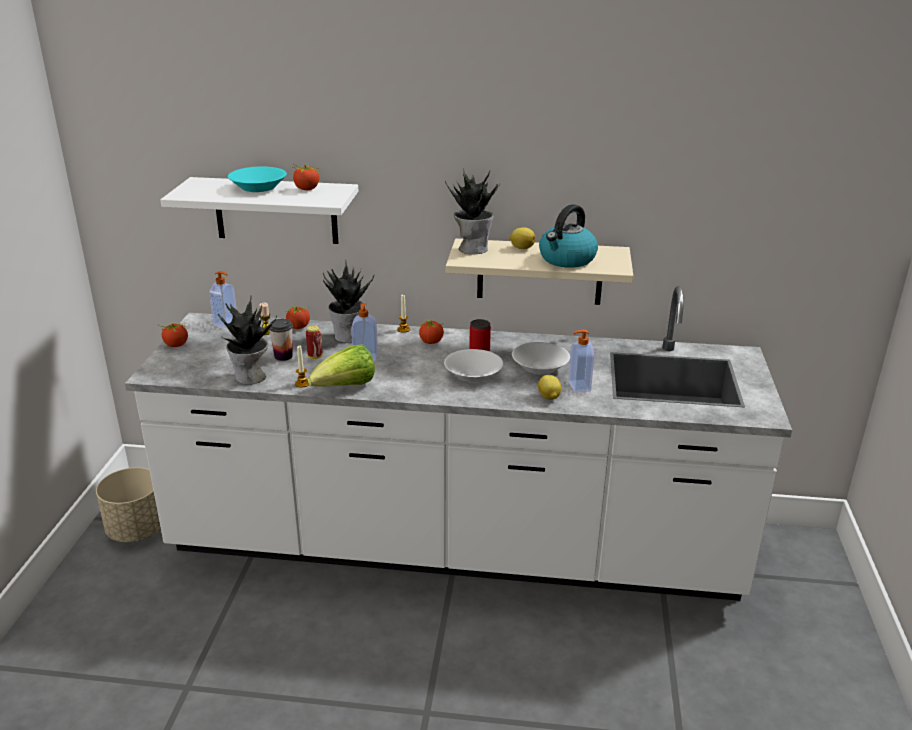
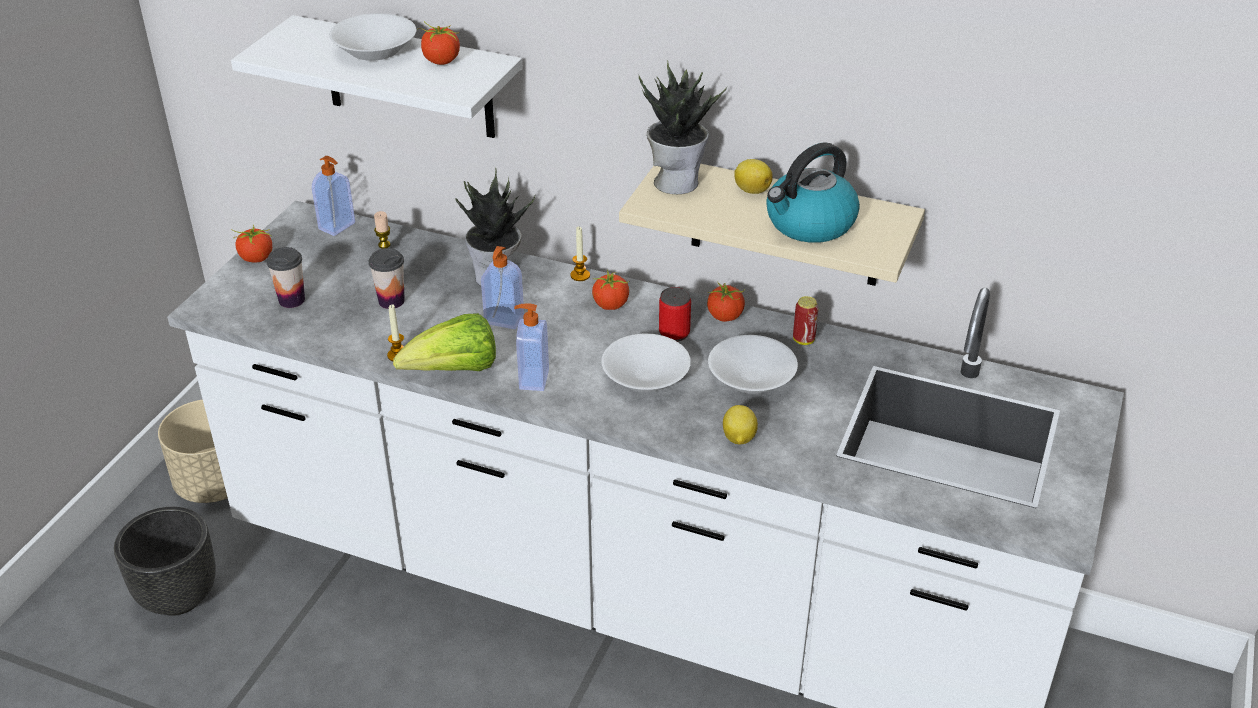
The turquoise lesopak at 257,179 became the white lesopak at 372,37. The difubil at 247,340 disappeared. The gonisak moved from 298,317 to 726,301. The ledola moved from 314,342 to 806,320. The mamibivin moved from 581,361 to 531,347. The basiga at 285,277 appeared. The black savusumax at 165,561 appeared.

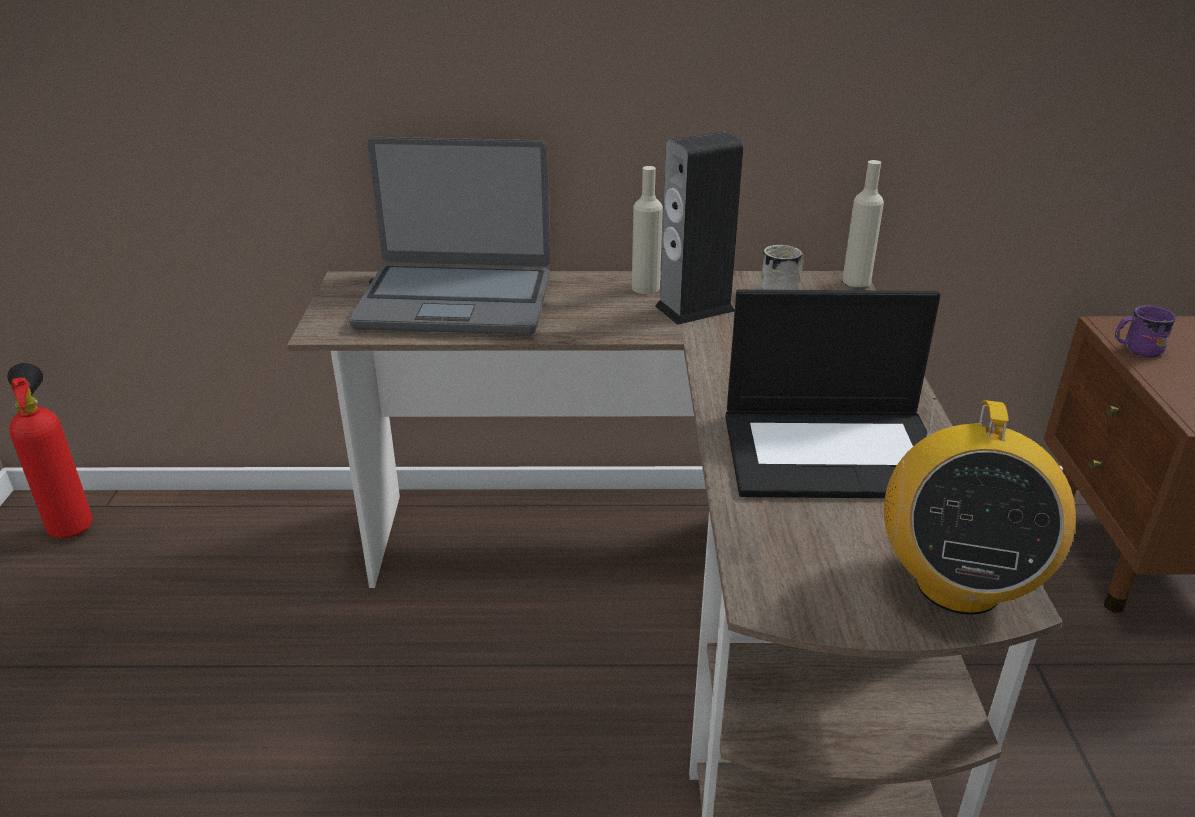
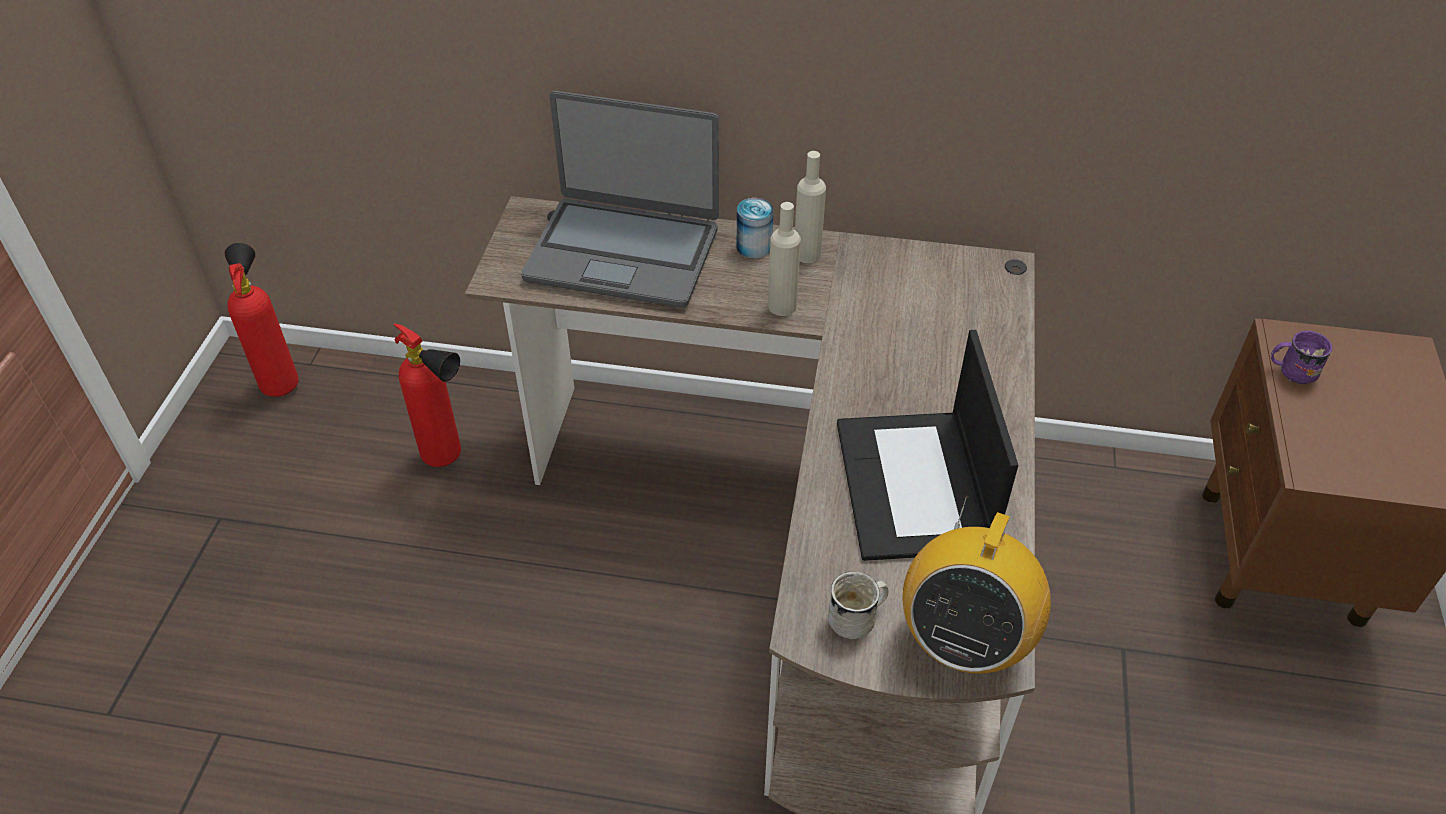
The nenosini at 699,228 disappeared. The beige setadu moved from 863,223 to 784,259. The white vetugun moved from 782,267 to 858,606. The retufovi at 832,394 turned 75 degrees clockwise. The ledola at 755,228 appeared. The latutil at 427,395 appeared.

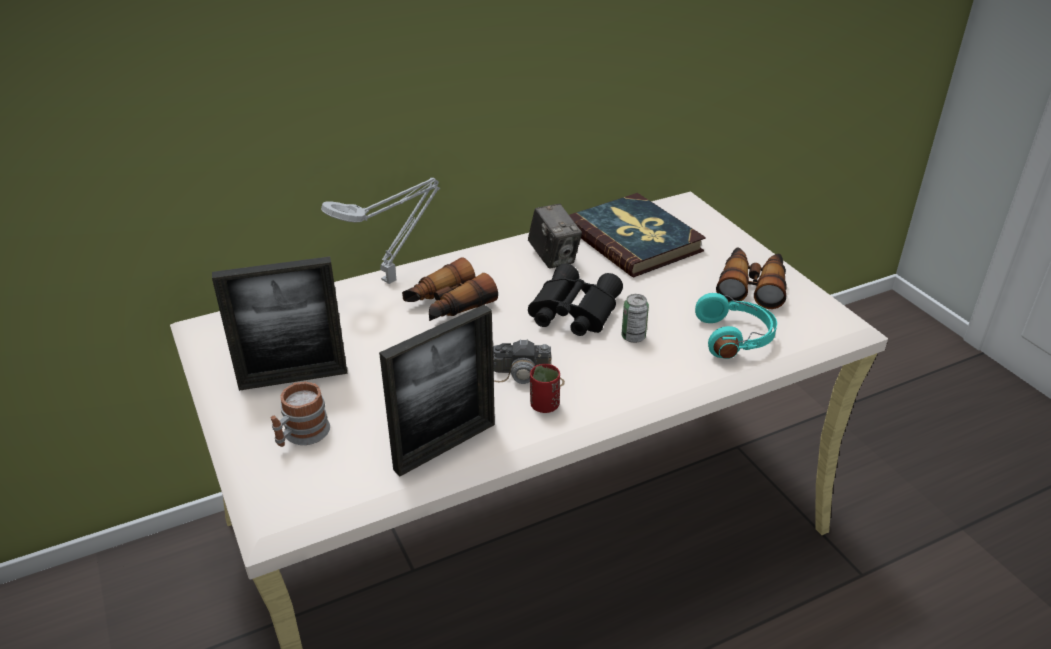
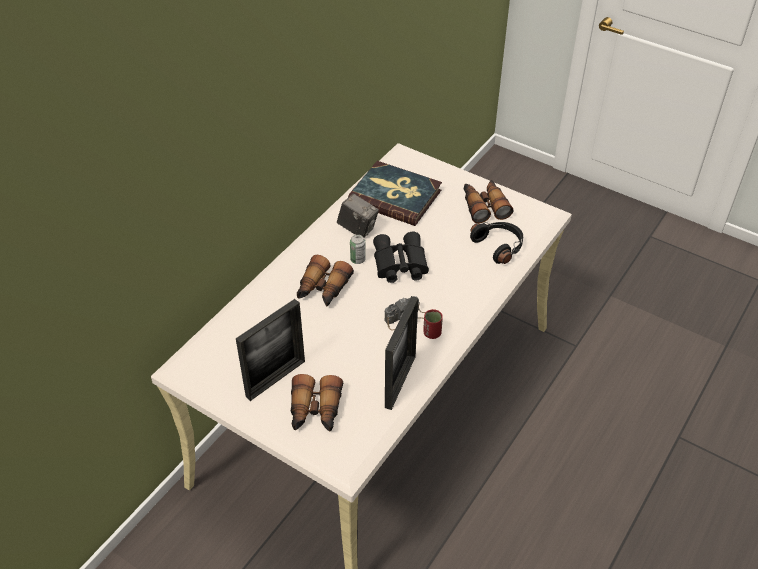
The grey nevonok at 380,231 disappeared. The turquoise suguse at 736,326 became the black suguse at 496,243. The ledola moved from 635,318 to 358,249. The vetugun at 300,414 was replaced by the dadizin at 317,403.

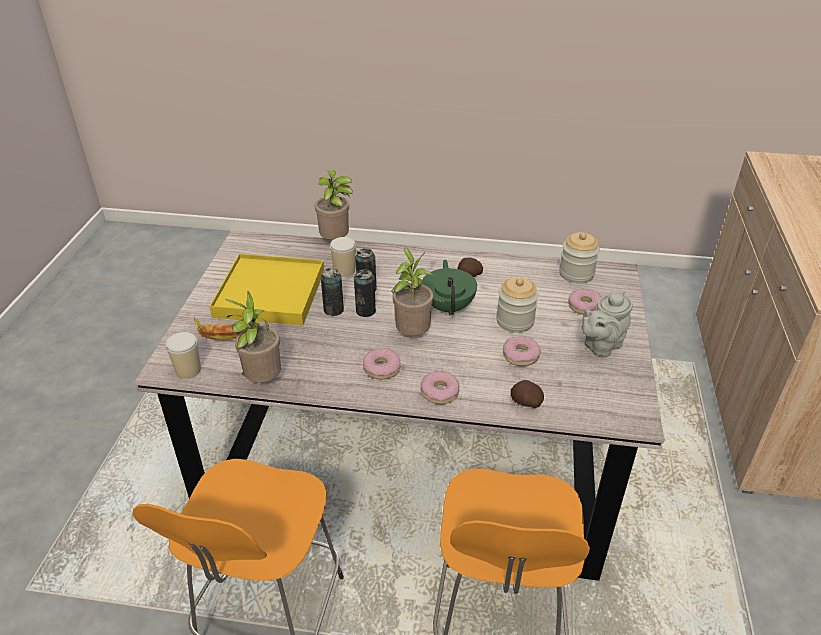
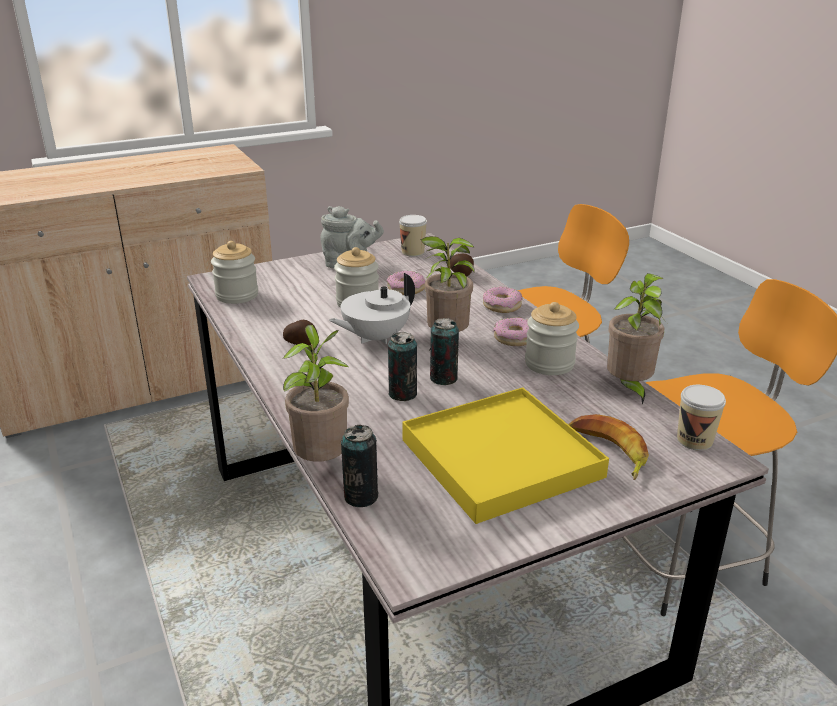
The basiga moved from 343,257 to 413,236. The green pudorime at 449,288 became the white pudorime at 372,308. The ledola moved from 332,292 to 360,466. The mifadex at 585,302 disappeared. The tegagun at 552,338 appeared.

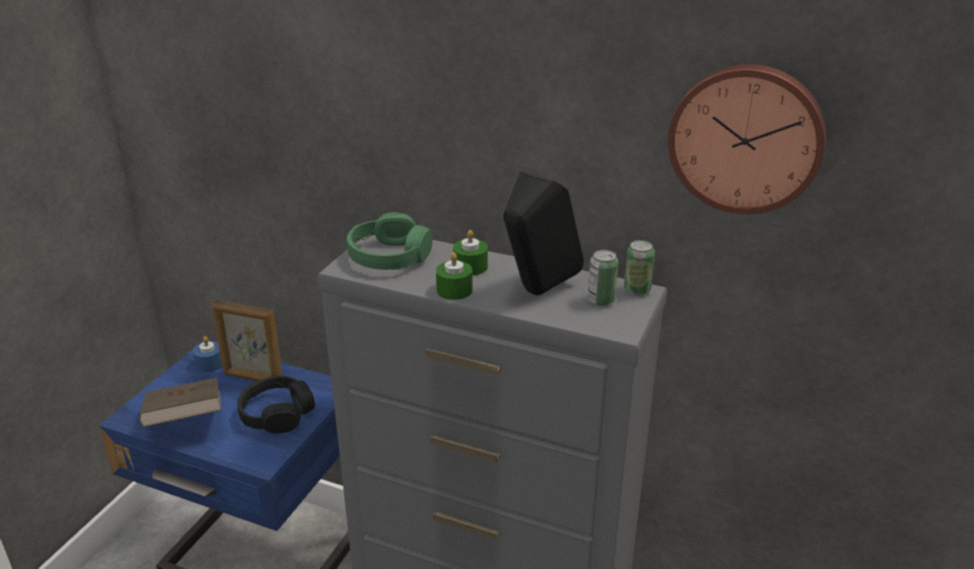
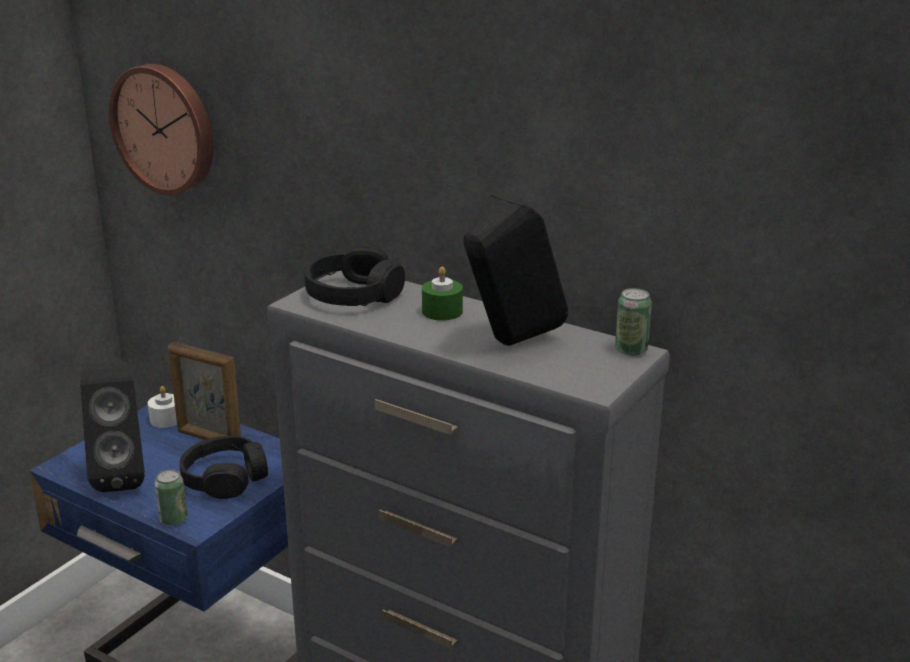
The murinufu moved from 747,139 to 161,130. The green suguse at 390,241 became the black suguse at 354,275. The ledola moved from 603,278 to 171,497. The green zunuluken at 454,276 disappeared. The blue zunuluken at 207,354 became the white zunuluken at 162,407. The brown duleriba at 180,402 was replaced by the black nenosini at 112,426.

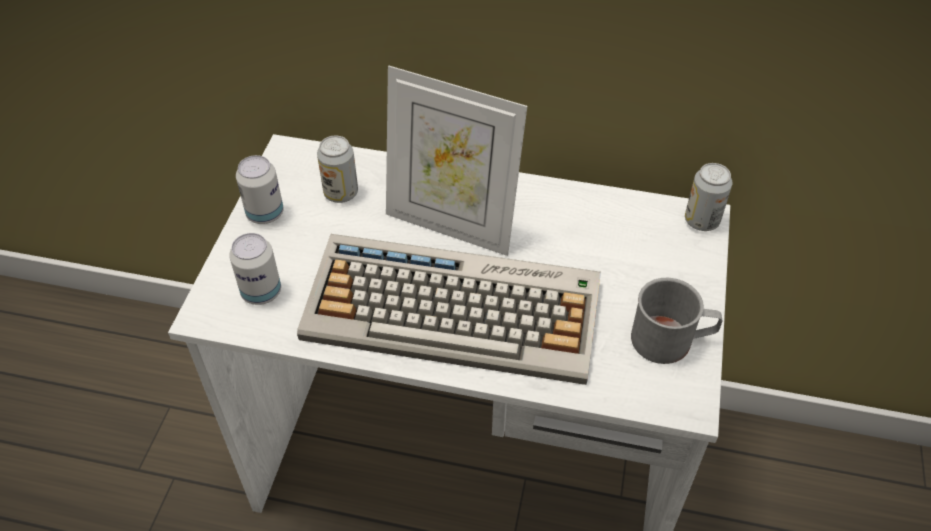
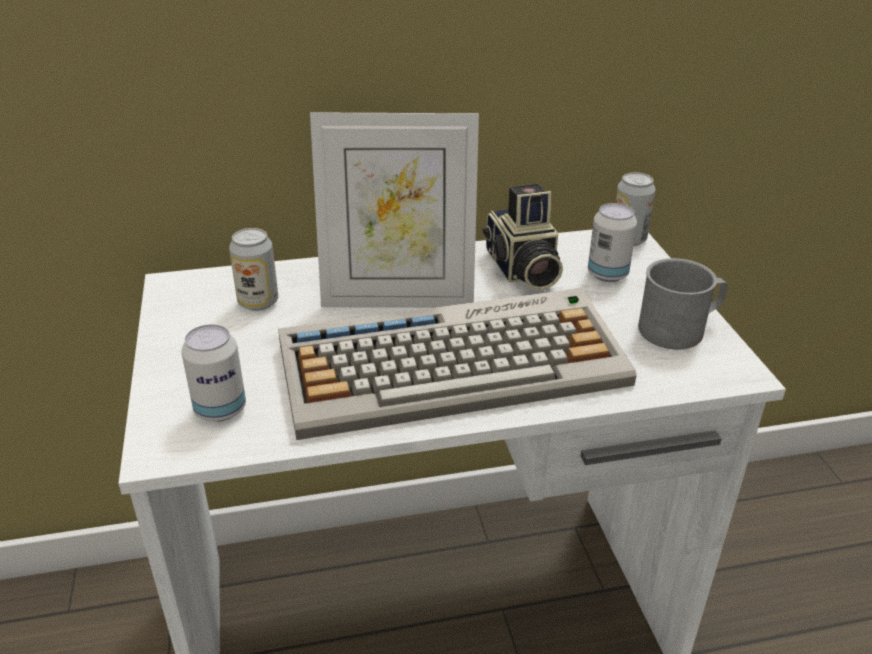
The ledola moved from 260,189 to 612,242. The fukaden at 523,237 appeared.

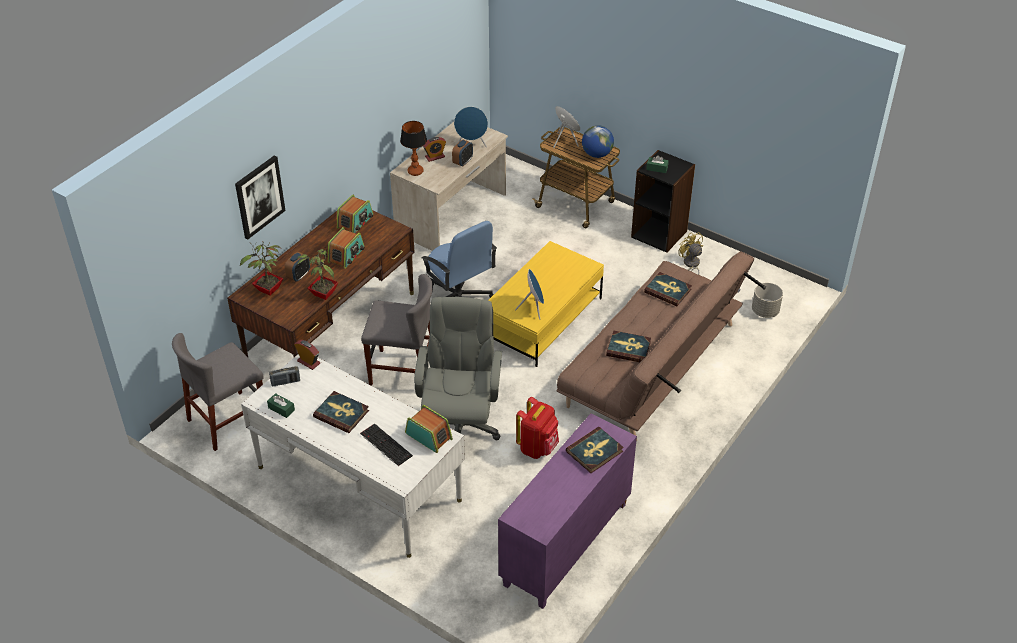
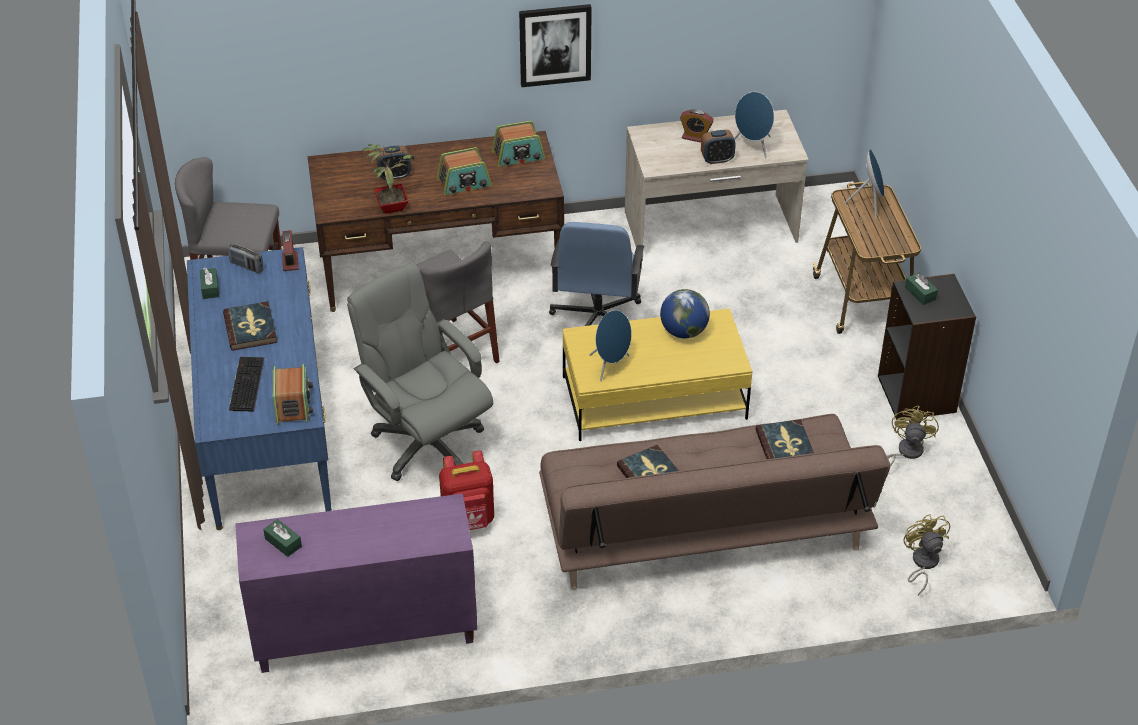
The nevonok at 413,148 disappeared. The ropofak moved from 598,141 to 685,313. The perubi moved from 260,197 to 555,45. The difubil at 261,268 disappeared. The grey savusumax at 767,300 was replaced by the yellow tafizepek at 927,554. The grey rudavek at 458,368 turned 90 degrees counterclockwise. The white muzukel at 353,456 became the blue muzukel at 259,388. The duleriba at 595,450 disappeared. The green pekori at 282,538 appeared.

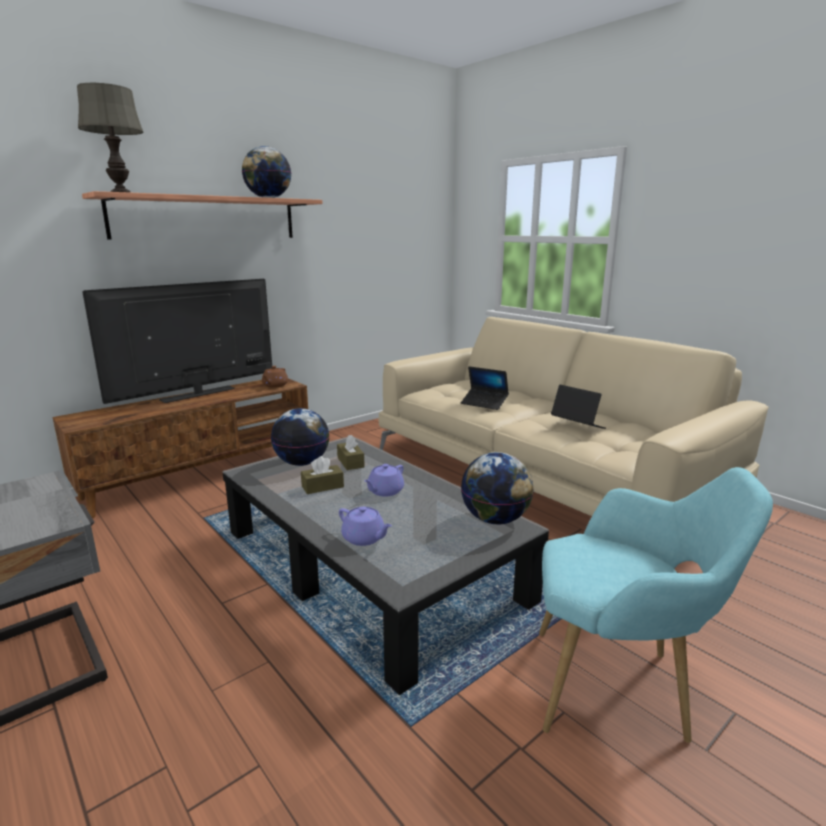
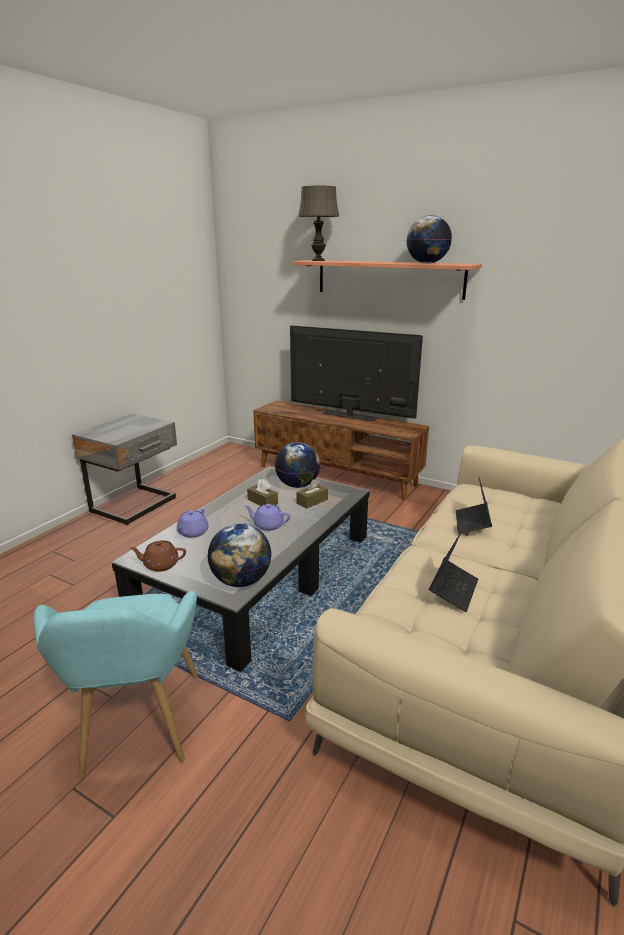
The brown pudorime moved from 275,377 to 157,556.

